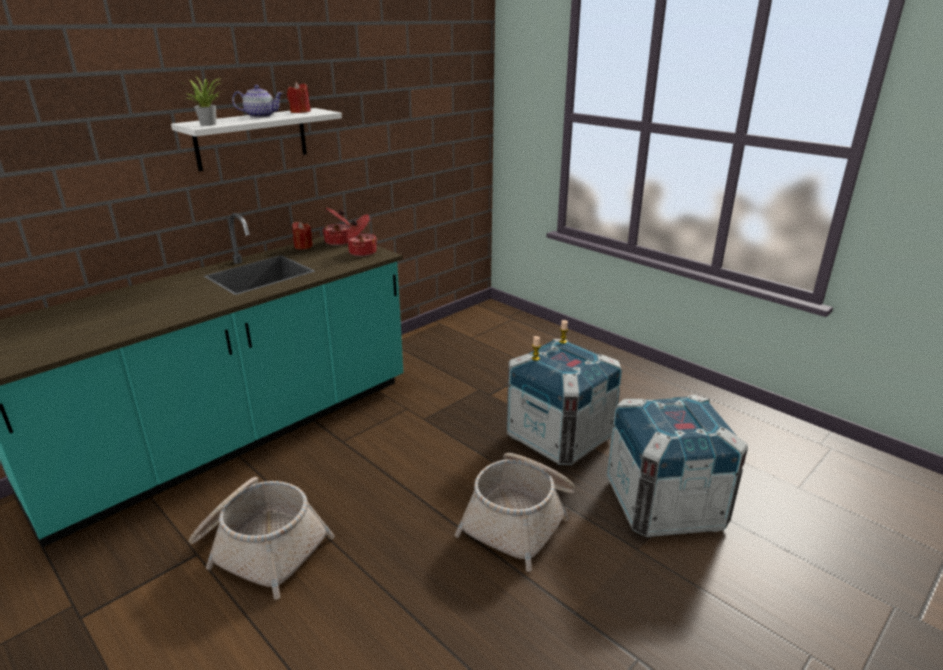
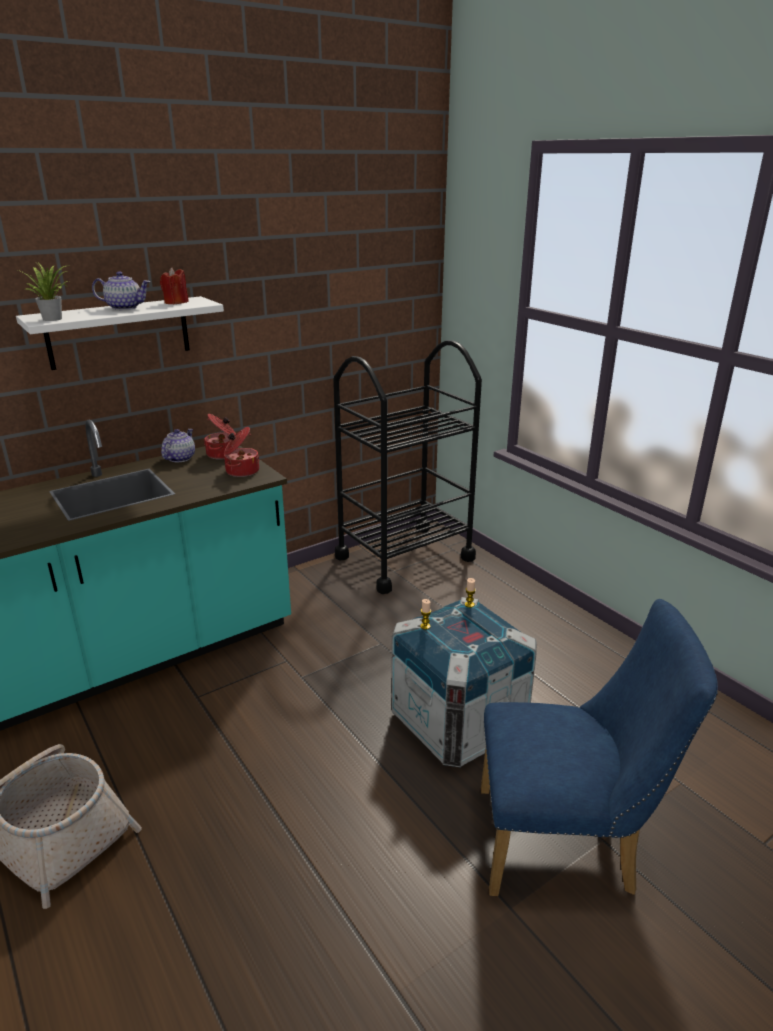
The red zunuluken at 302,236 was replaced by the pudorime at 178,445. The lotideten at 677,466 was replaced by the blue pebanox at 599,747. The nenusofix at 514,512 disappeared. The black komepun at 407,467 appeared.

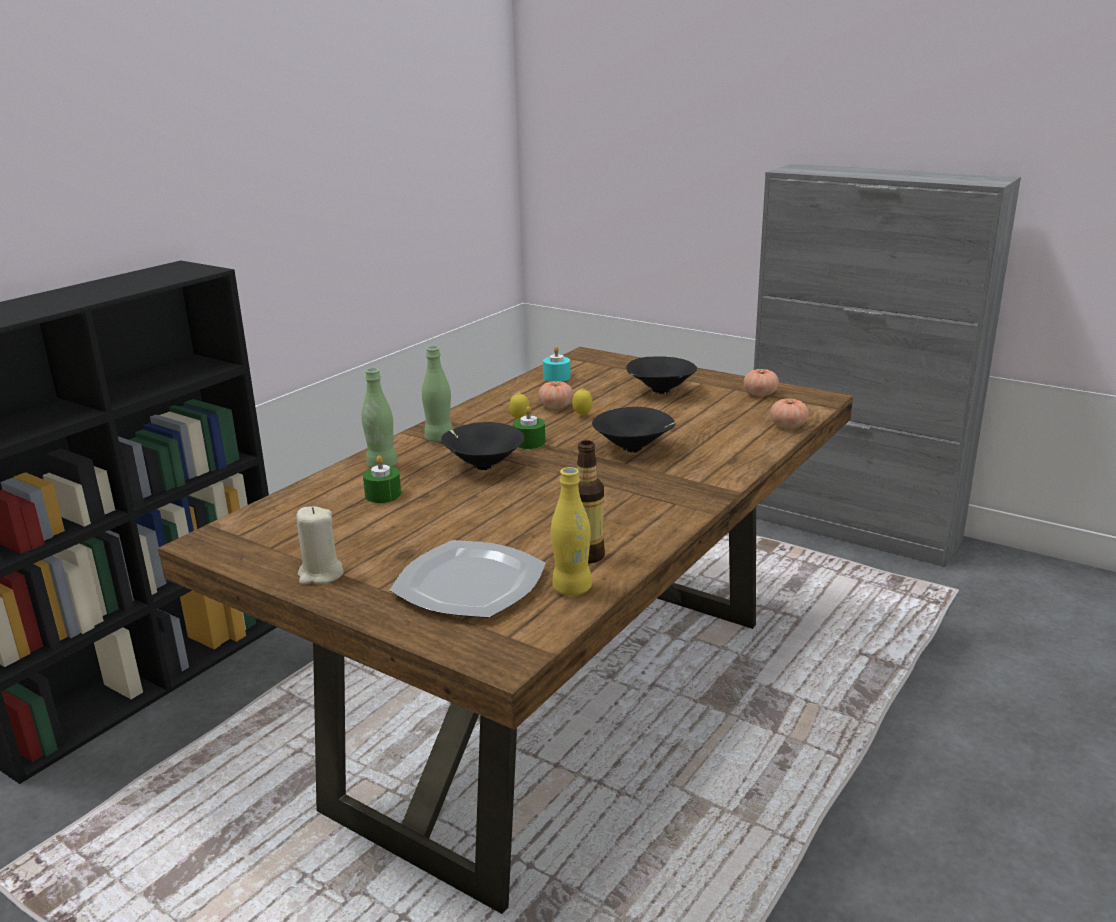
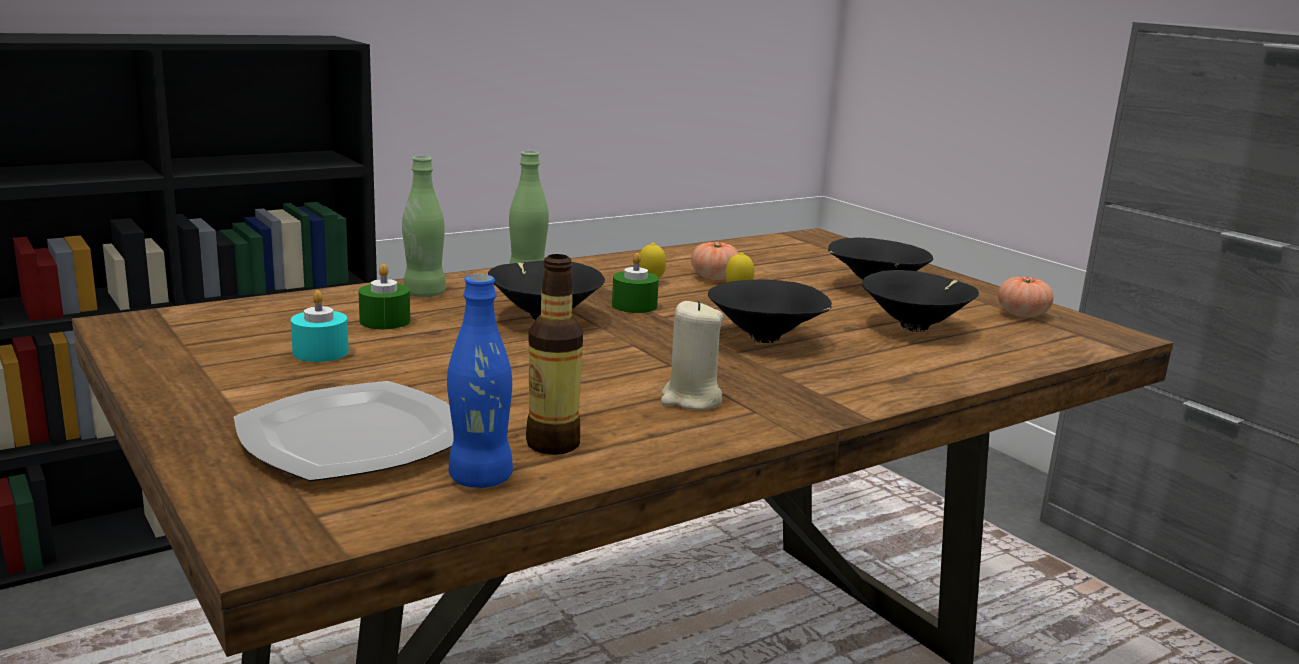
The turquoise zunuluken moved from 557,364 to 320,326. The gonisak at 789,413 disappeared. The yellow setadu at 571,531 became the blue setadu at 480,381. The beige zunuluken moved from 320,545 to 692,355. The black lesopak at 920,301 appeared.

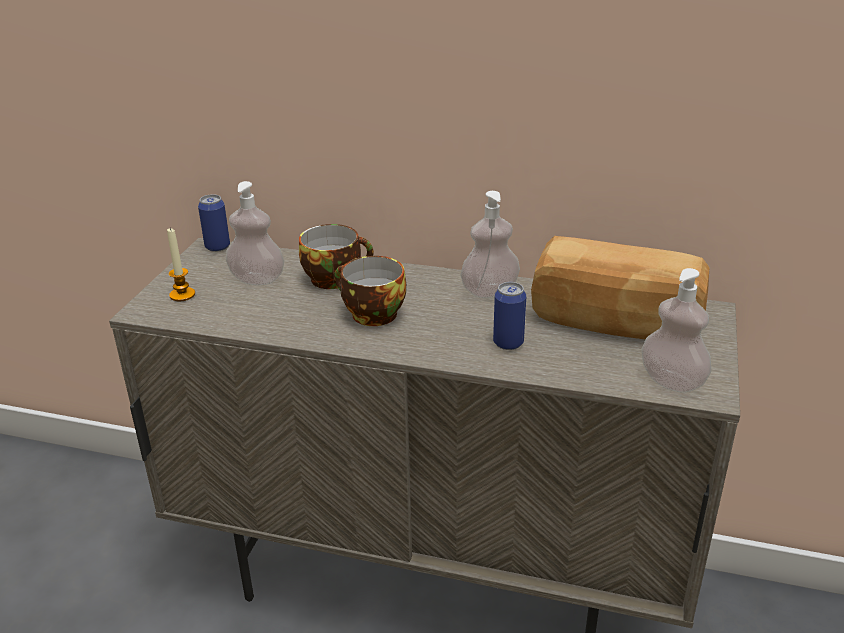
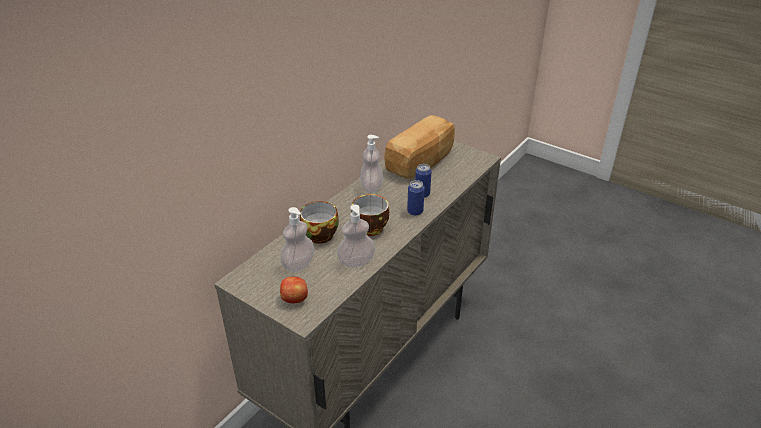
The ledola moved from 214,223 to 416,198. The zunuluken at 181,264 was replaced by the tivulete at 294,290. The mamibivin moved from 677,330 to 356,236.

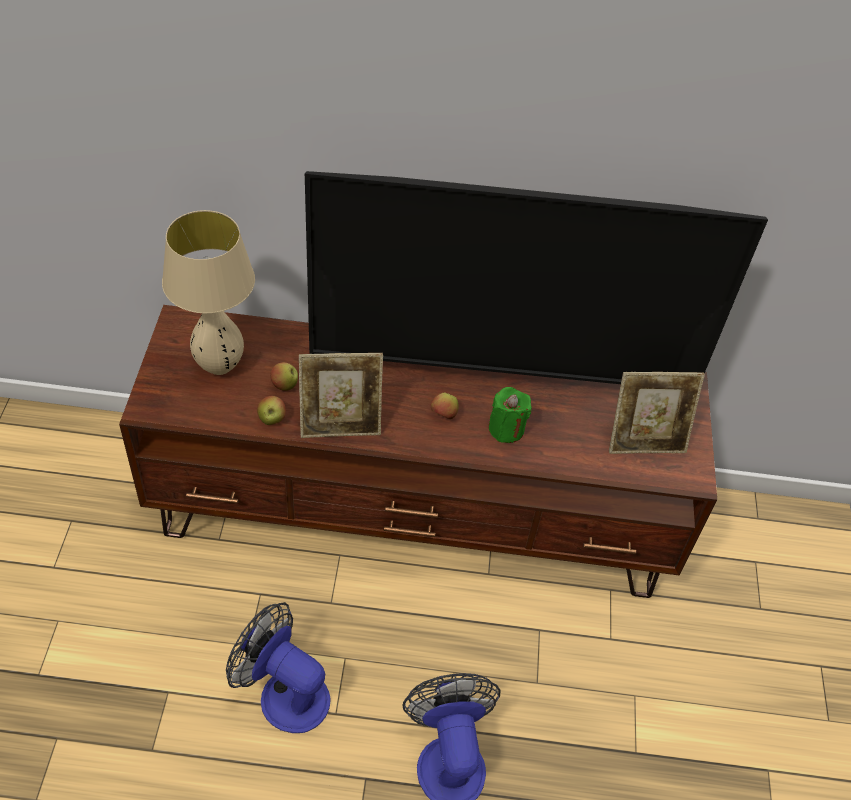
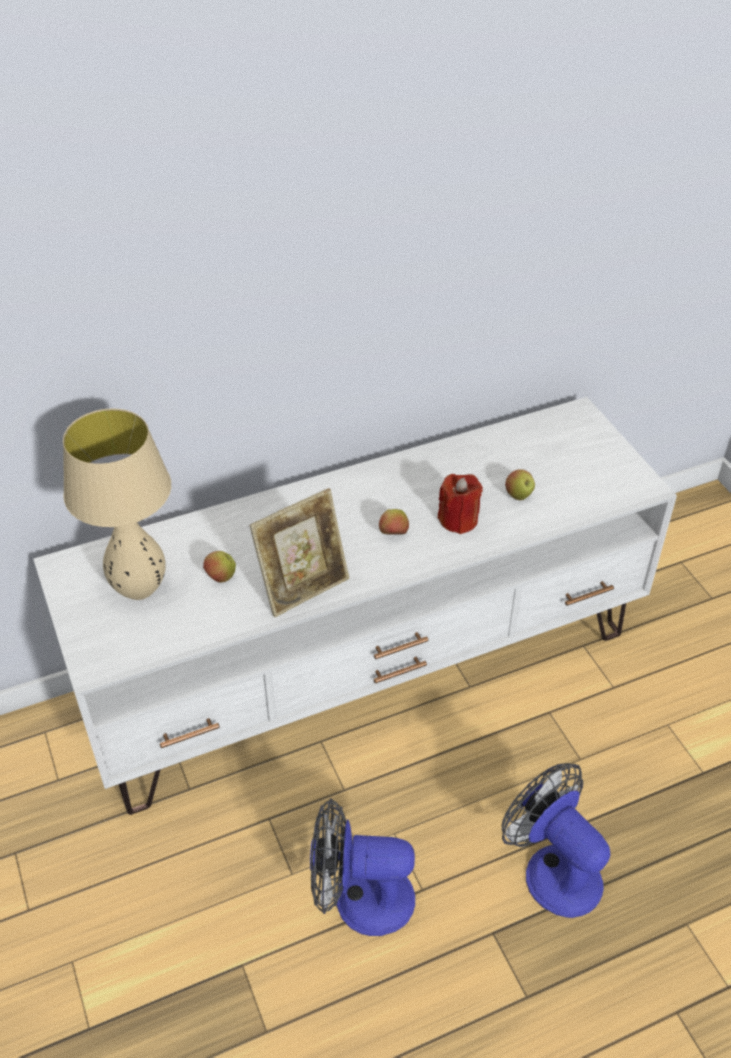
The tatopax at 536,277 disappeared. The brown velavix at 418,451 became the white velavix at 355,606. The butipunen at 657,413 disappeared. The green zunuluken at 510,415 became the red zunuluken at 460,504. The tivulete moved from 271,410 to 520,484.

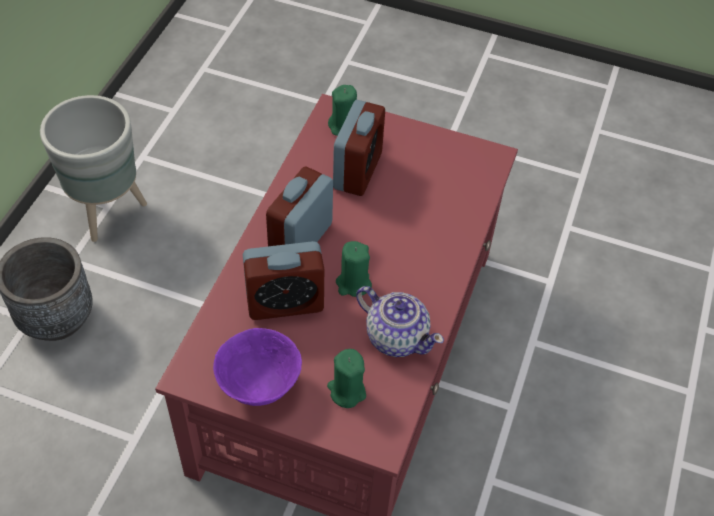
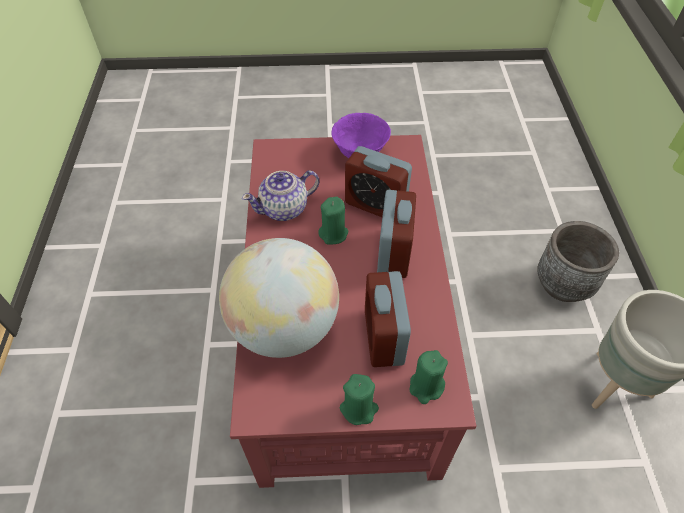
The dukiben at 284,280 turned 120 degrees counterclockwise. The pudorime at 400,321 turned 45 degrees counterclockwise. The green zunuluken moved from 346,378 to 359,399. The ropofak at 279,298 appeared.

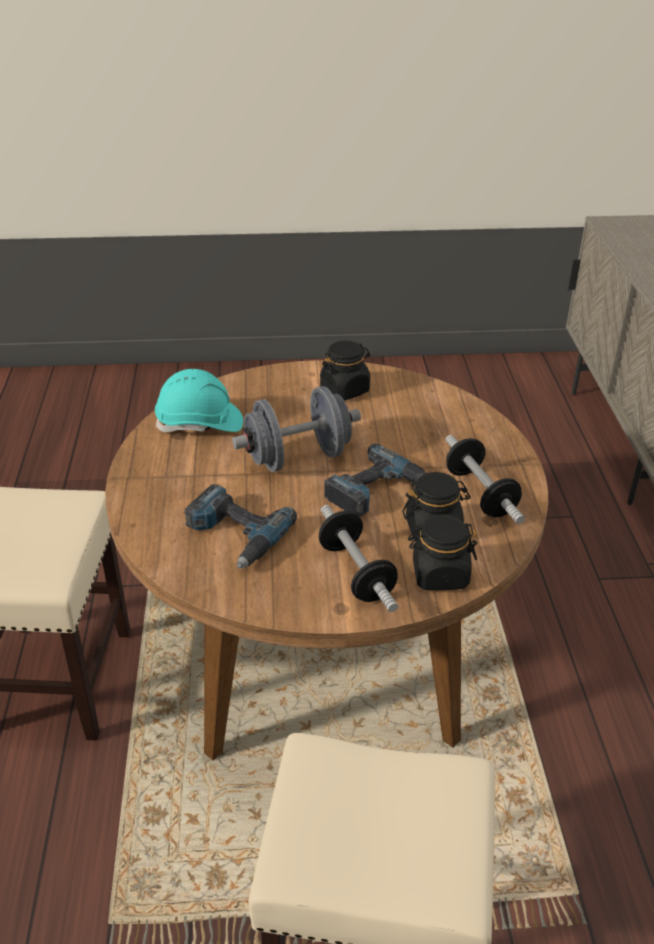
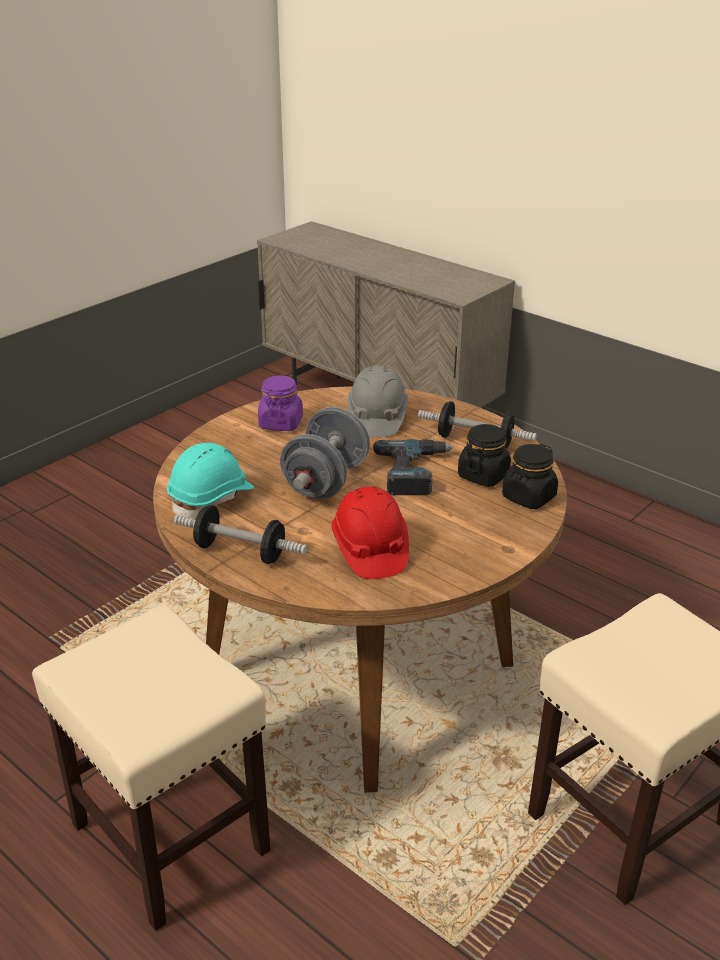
The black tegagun at 345,371 became the purple tegagun at 280,403. The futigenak at 240,526 was replaced by the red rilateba at 370,533. The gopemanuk moved from 358,558 to 240,534. The grey rilateba at 378,401 appeared.

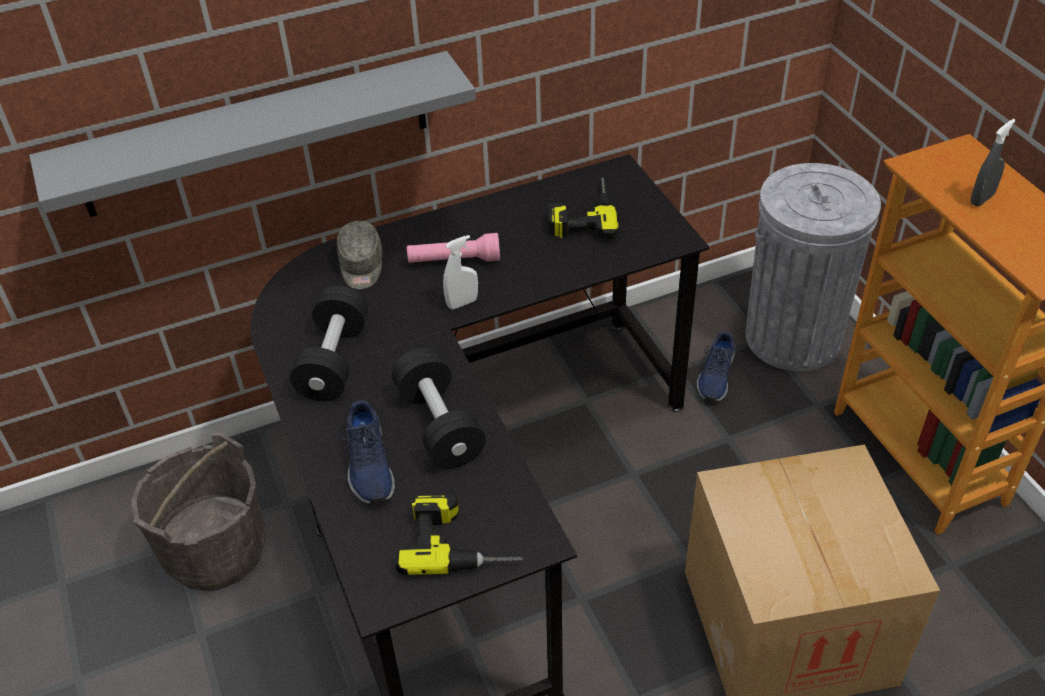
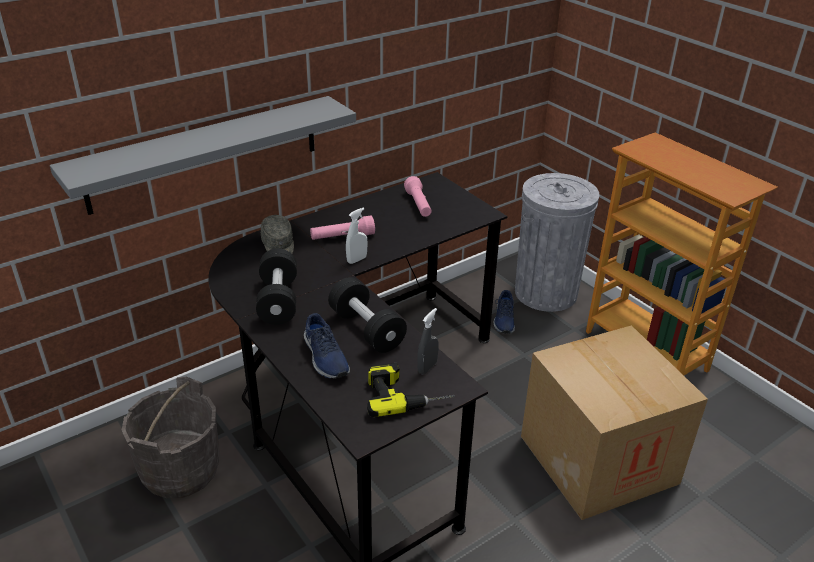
The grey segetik moved from 993,162 to 428,341. The futigenak at 583,208 was replaced by the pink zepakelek at 417,196.

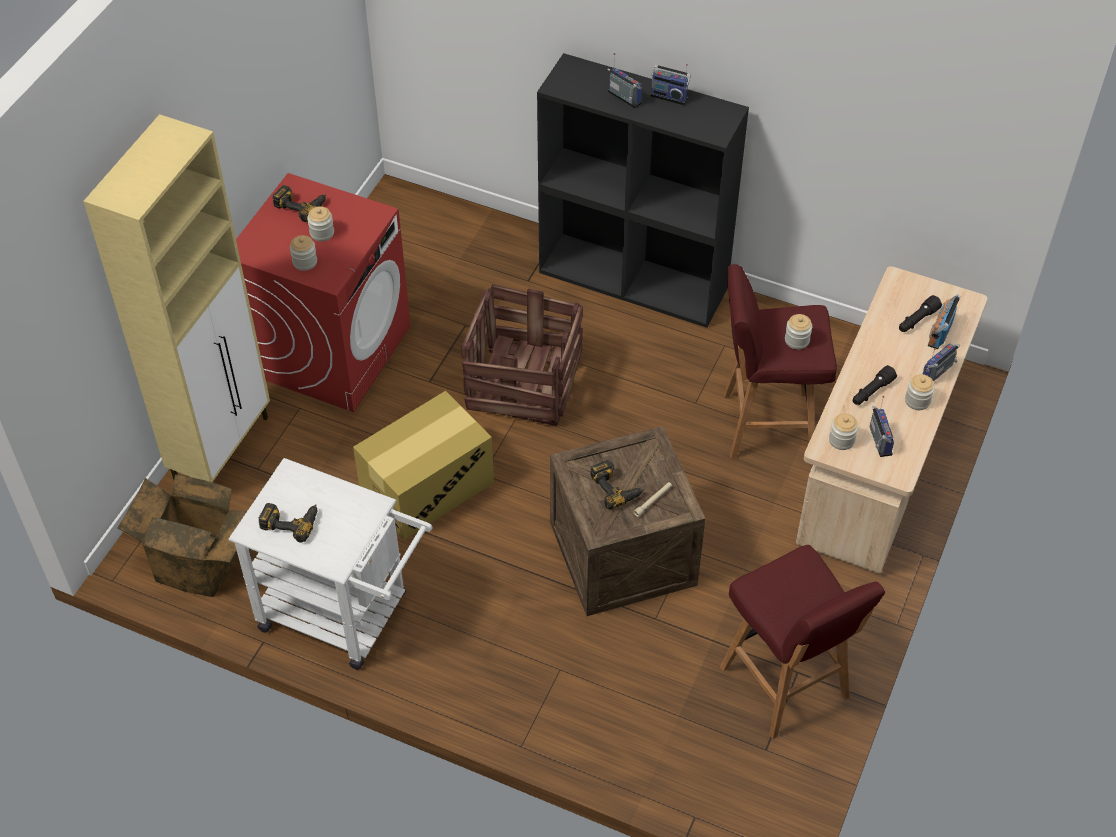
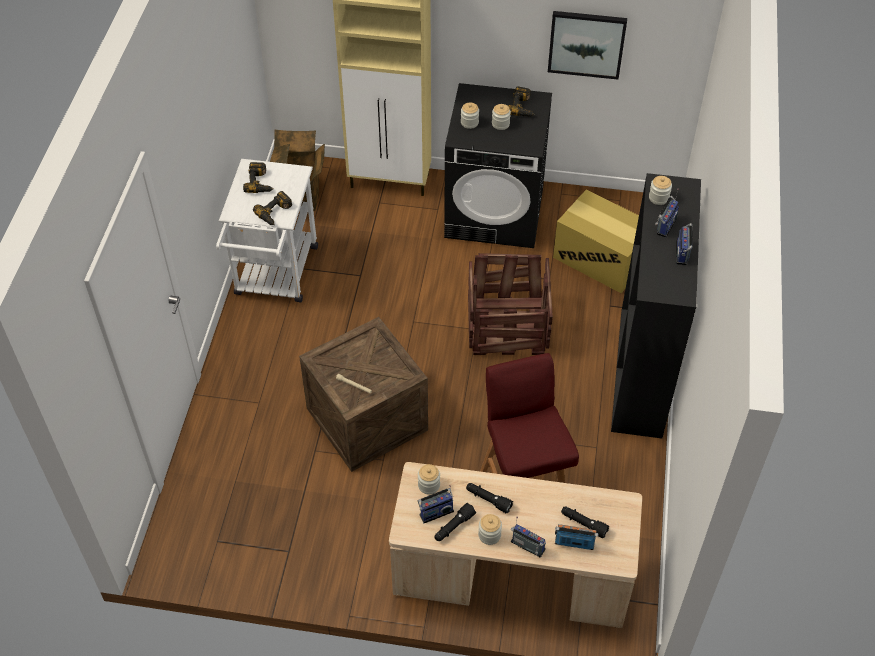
The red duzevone at 323,292 became the black duzevone at 498,165. The tegagun moved from 798,331 to 660,190. The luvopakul moved from 423,465 to 596,241. The futigenak moved from 617,484 to 272,208. The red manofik at 802,642 disappeared. The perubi at 587,45 appeared. The black zepakelek at 455,522 appeared.

